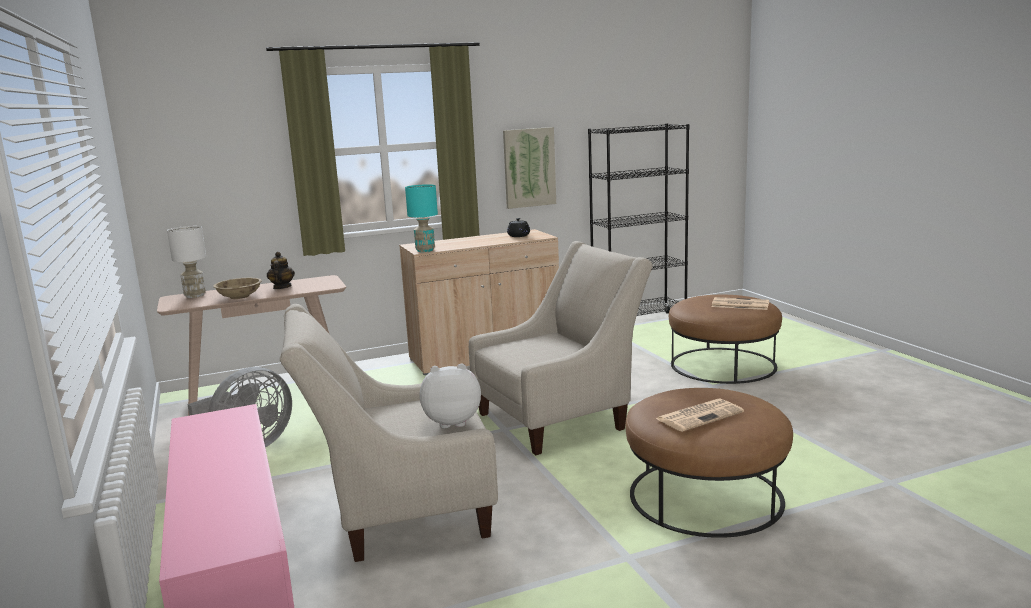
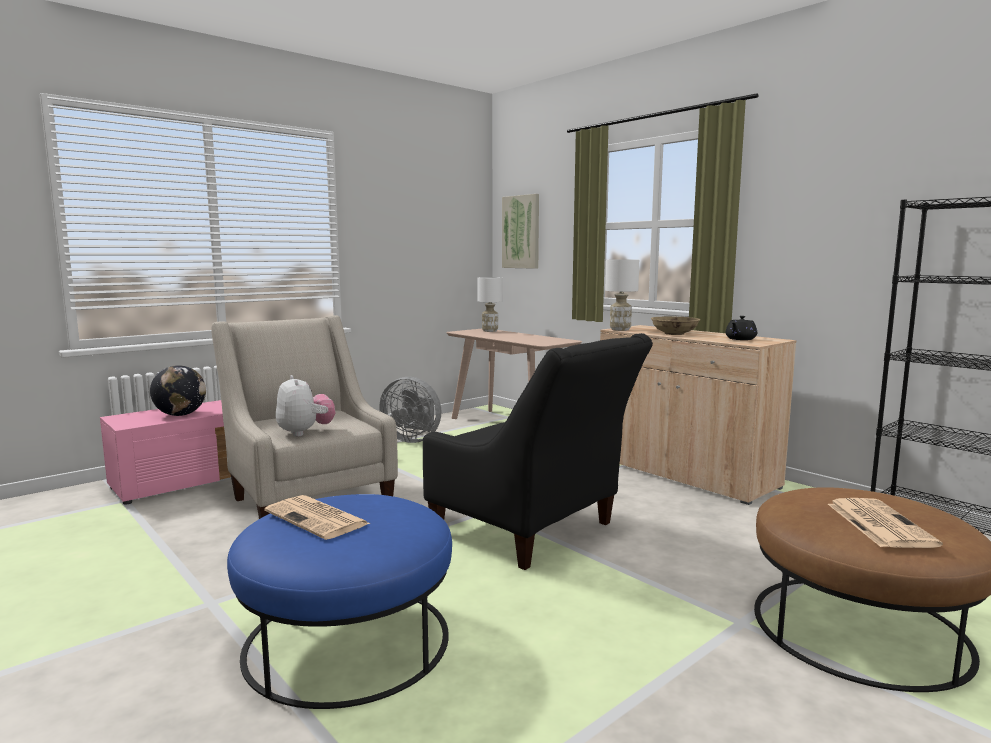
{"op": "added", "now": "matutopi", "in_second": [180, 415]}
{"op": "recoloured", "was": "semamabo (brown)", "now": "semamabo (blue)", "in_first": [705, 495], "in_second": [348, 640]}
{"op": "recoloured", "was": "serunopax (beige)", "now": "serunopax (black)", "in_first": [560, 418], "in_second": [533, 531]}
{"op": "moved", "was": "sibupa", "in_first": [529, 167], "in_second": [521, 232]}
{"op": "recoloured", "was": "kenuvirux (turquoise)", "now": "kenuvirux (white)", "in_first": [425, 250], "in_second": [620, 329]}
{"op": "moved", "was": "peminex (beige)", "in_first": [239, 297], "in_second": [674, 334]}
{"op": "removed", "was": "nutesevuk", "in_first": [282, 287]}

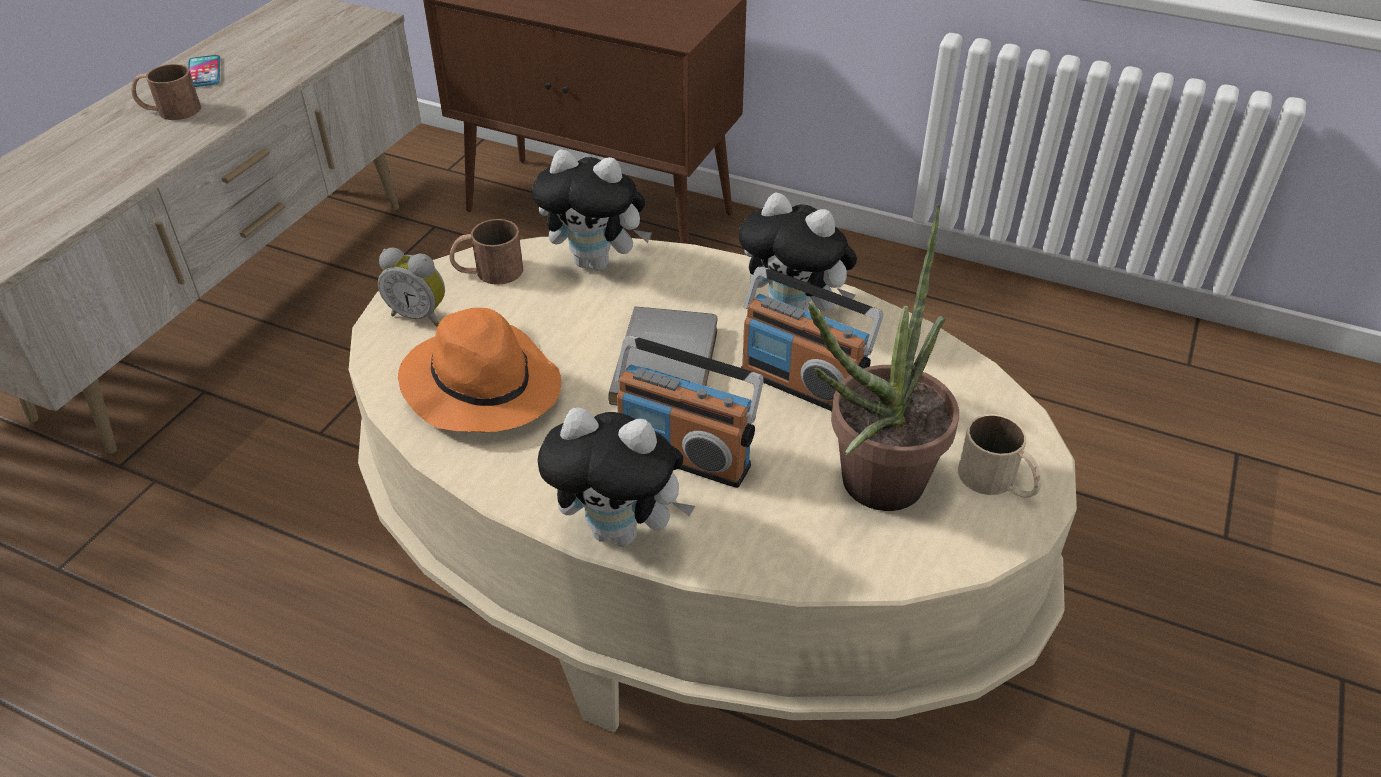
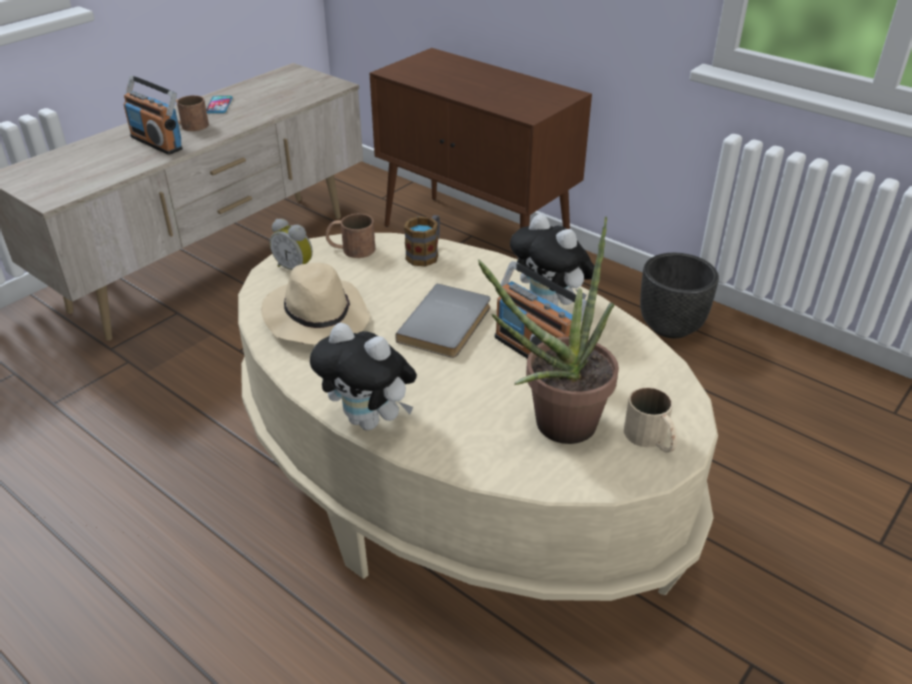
{"op": "moved", "was": "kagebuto", "in_first": [685, 455], "in_second": [157, 143]}
{"op": "recoloured", "was": "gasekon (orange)", "now": "gasekon (beige)", "in_first": [480, 386], "in_second": [316, 317]}
{"op": "replaced", "was": "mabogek", "now": "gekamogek", "in_first": [597, 262], "in_second": [426, 254]}
{"op": "added", "now": "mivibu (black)", "in_second": [670, 327]}

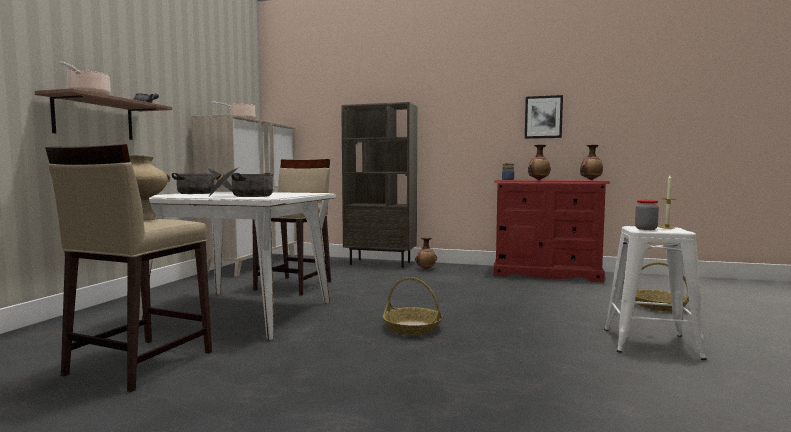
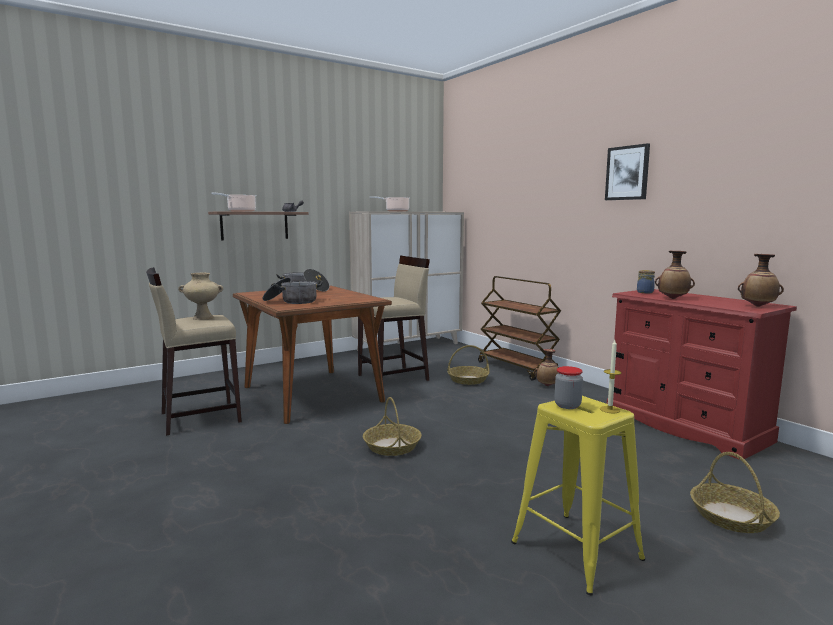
{"op": "recoloured", "was": "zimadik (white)", "now": "zimadik (brown)", "in_first": [239, 312], "in_second": [311, 394]}
{"op": "added", "now": "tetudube", "in_second": [468, 380]}
{"op": "replaced", "was": "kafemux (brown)", "now": "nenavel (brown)", "in_first": [381, 263], "in_second": [517, 368]}
{"op": "recoloured", "was": "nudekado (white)", "now": "nudekado (yellow)", "in_first": [650, 343], "in_second": [576, 551]}
{"op": "moved", "was": "sibupa", "in_first": [543, 117], "in_second": [627, 173]}

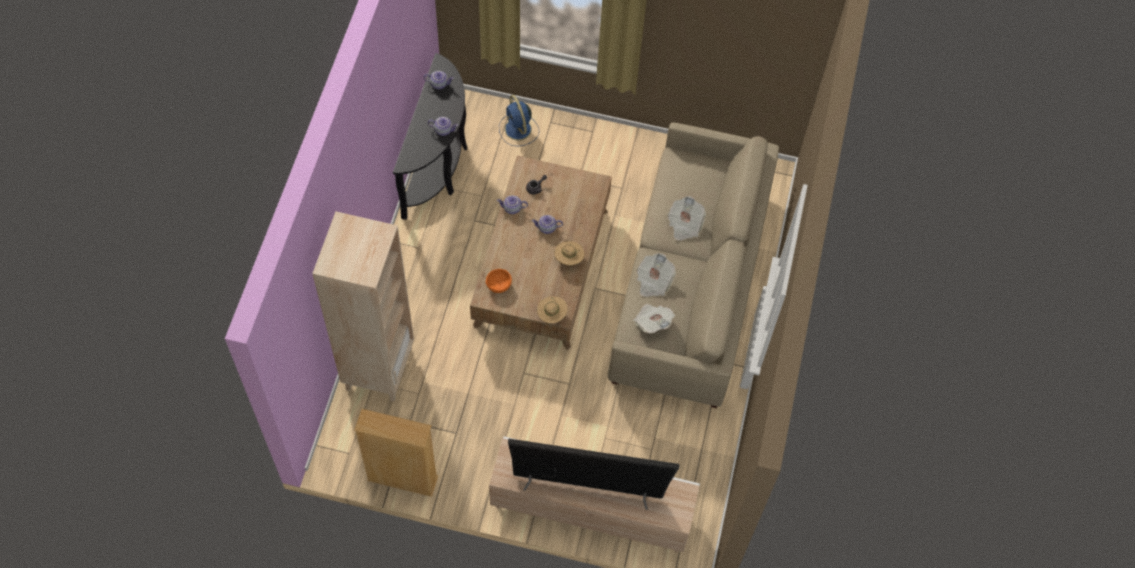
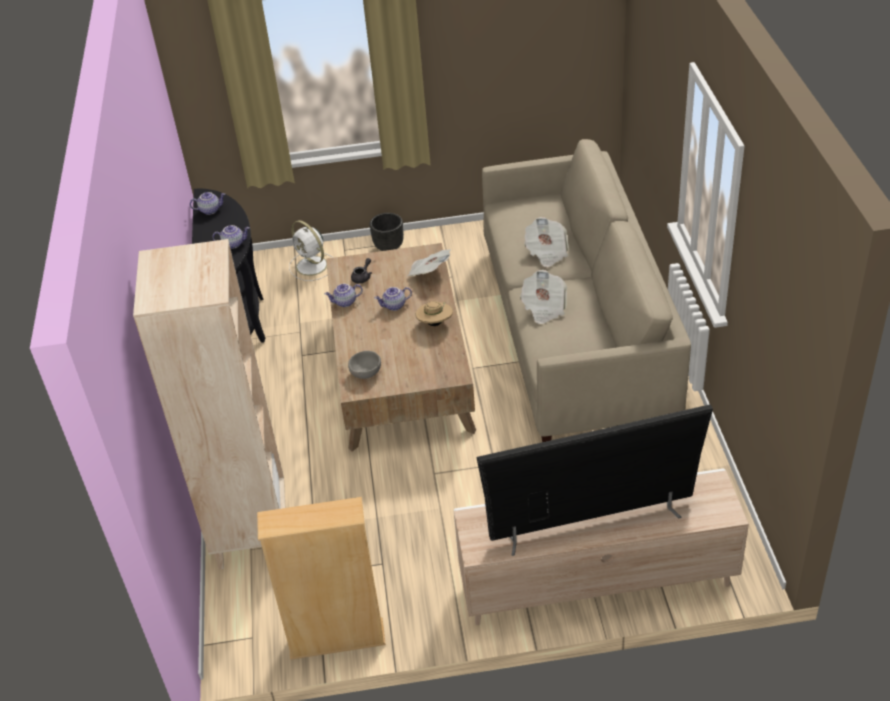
{"op": "recoloured", "was": "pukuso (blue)", "now": "pukuso (white)", "in_first": [518, 130], "in_second": [312, 266]}
{"op": "recoloured", "was": "peminex (orange)", "now": "peminex (grey)", "in_first": [499, 285], "in_second": [366, 373]}
{"op": "added", "now": "mivibu (black)", "in_second": [389, 247]}
{"op": "moved", "was": "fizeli", "in_first": [652, 322], "in_second": [429, 272]}
{"op": "removed", "was": "gasekon (beige)", "in_first": [551, 315]}

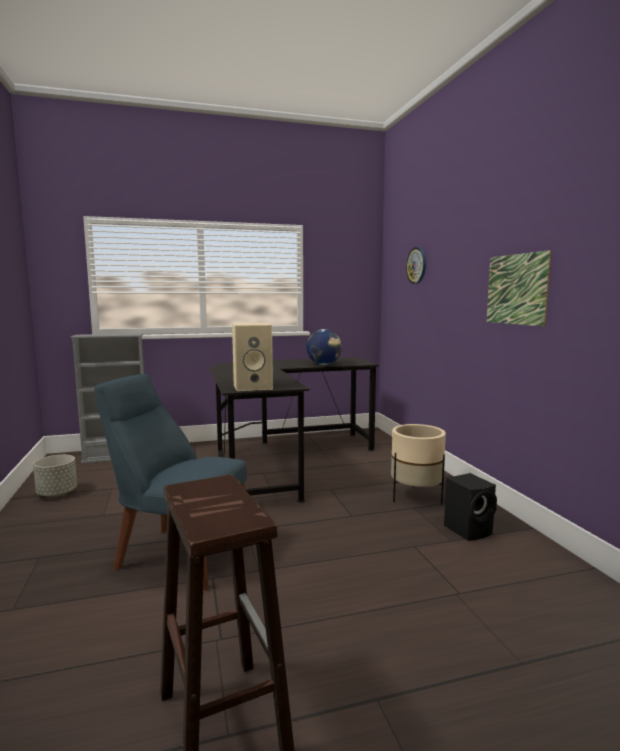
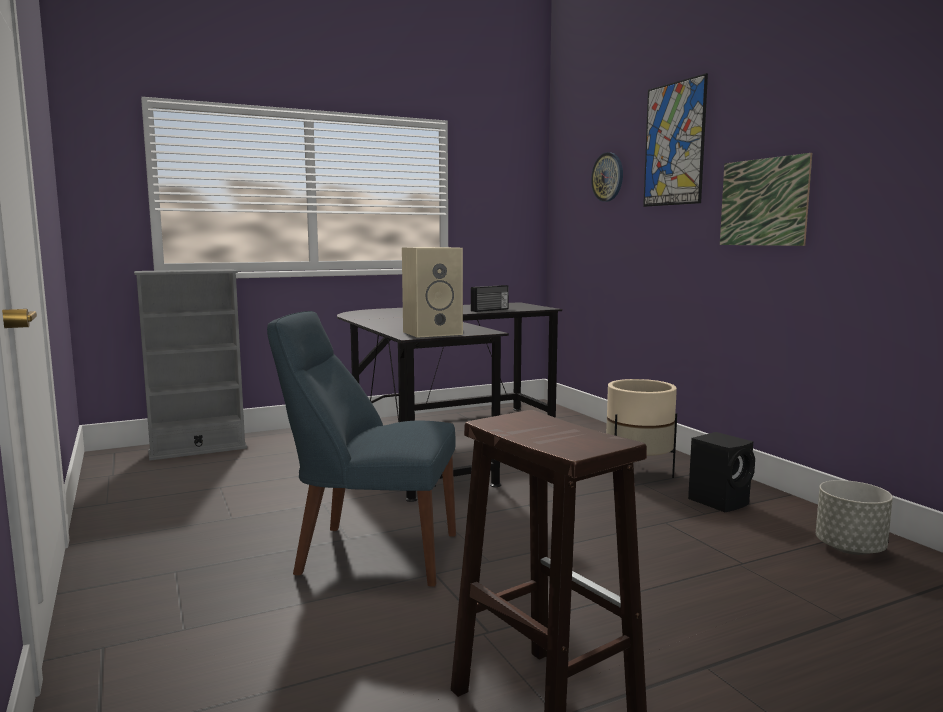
{"op": "replaced", "was": "matutopi", "now": "kagebuto", "in_first": [324, 364], "in_second": [490, 310]}
{"op": "added", "now": "sibupa", "in_second": [674, 144]}
{"op": "moved", "was": "mivibu (grey)", "in_first": [57, 493], "in_second": [849, 548]}

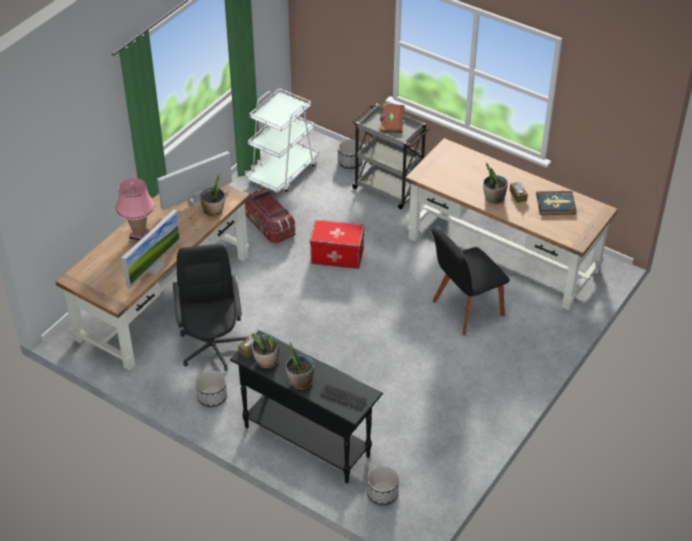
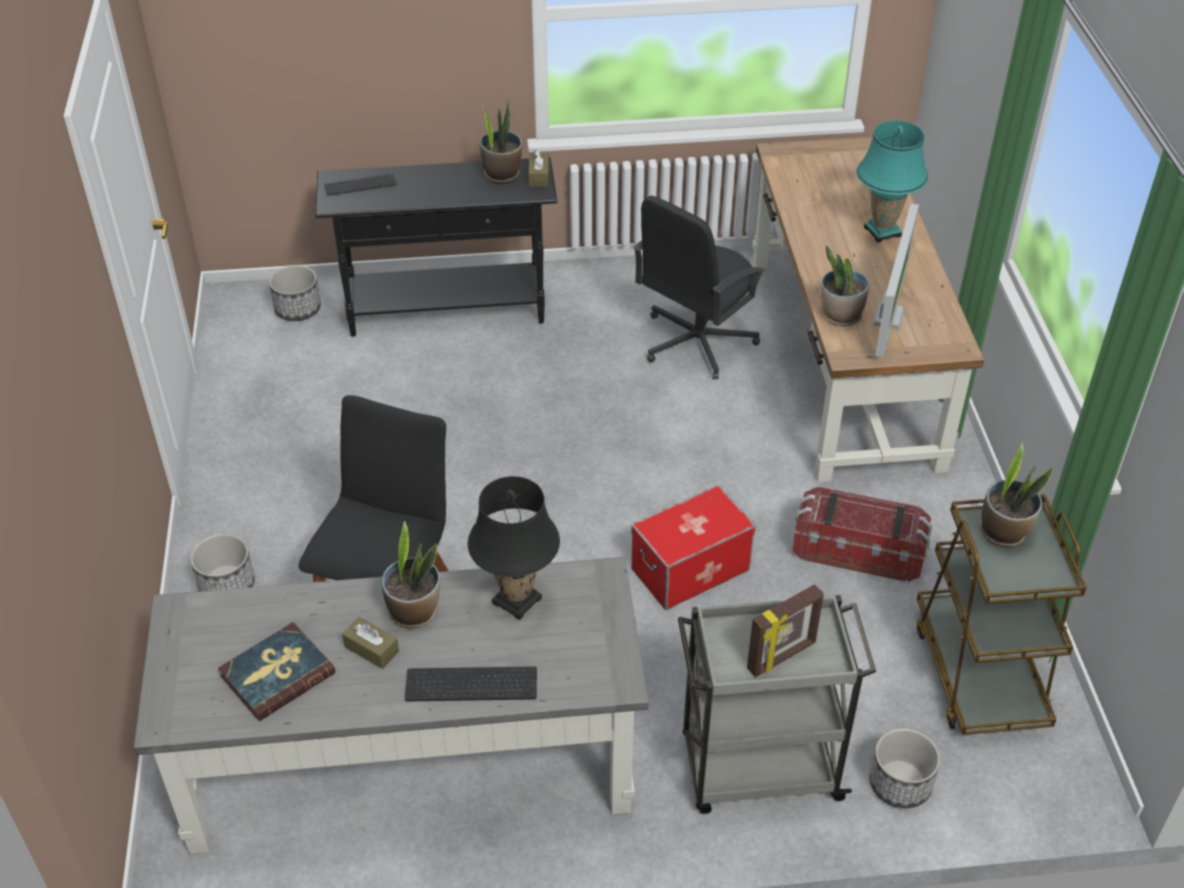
{"op": "recoloured", "was": "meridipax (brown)", "now": "meridipax (grey)", "in_first": [504, 253], "in_second": [408, 764]}
{"op": "moved", "was": "mivibu", "in_first": [212, 397], "in_second": [226, 584]}
{"op": "added", "now": "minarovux", "in_second": [470, 686]}
{"op": "added", "now": "kenuvirux (black)", "in_second": [516, 600]}
{"op": "turned", "was": "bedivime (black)", "in_first": [212, 345], "in_second": [696, 342], "clockwise": 90}
{"op": "replaced", "was": "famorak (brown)", "now": "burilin", "in_first": [391, 124], "in_second": [782, 657]}
{"op": "recoloured", "was": "kenuvirux (pink)", "now": "kenuvirux (turquoise)", "in_first": [139, 235], "in_second": [882, 232]}
{"op": "recoloured", "was": "nenavel (white)", "now": "nenavel (brown)", "in_first": [283, 172], "in_second": [979, 672]}
{"op": "moved", "was": "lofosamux", "in_first": [300, 381], "in_second": [1003, 532]}
{"op": "removed", "was": "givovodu", "in_first": [154, 267]}

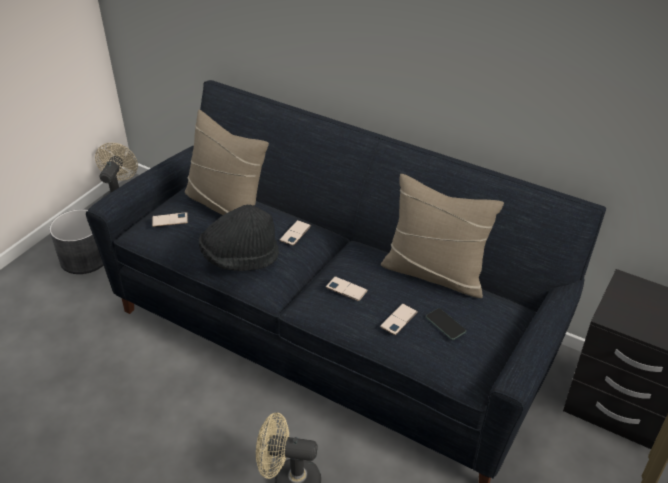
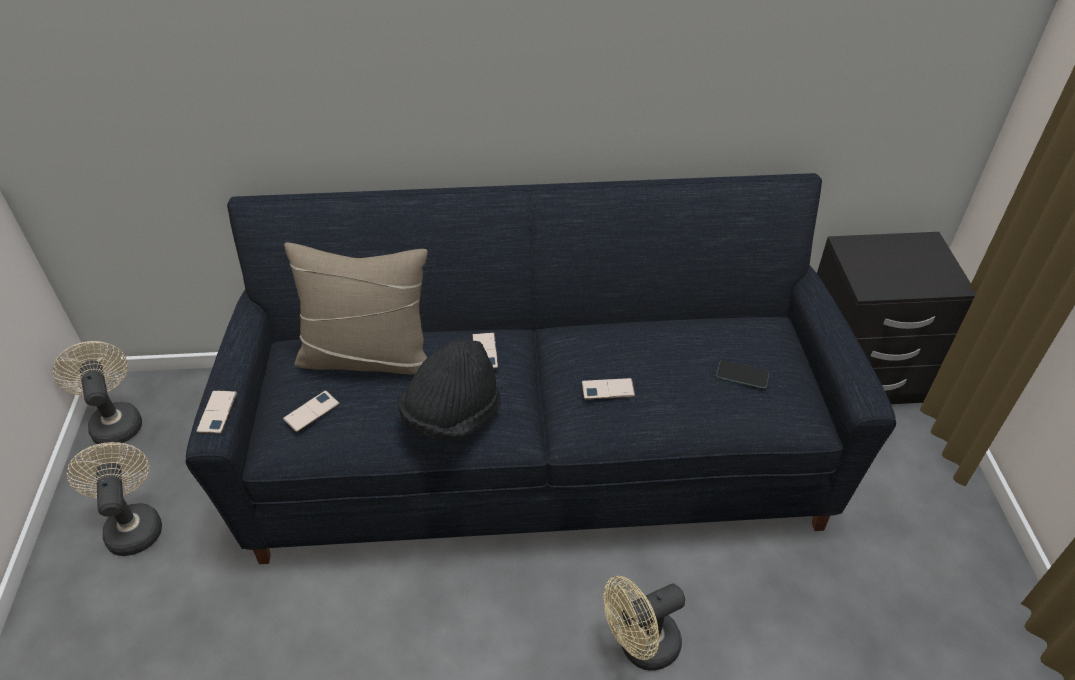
{"op": "replaced", "was": "mivibu (grey)", "now": "pukuso (beige)", "in_first": [84, 258], "in_second": [133, 524]}
{"op": "moved", "was": "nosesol", "in_first": [398, 319], "in_second": [217, 412]}
{"op": "removed", "was": "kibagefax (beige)", "in_first": [435, 273]}

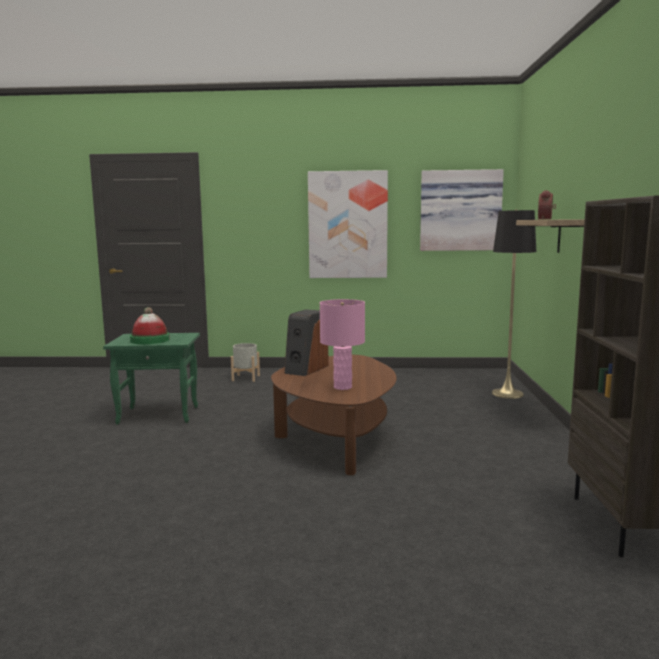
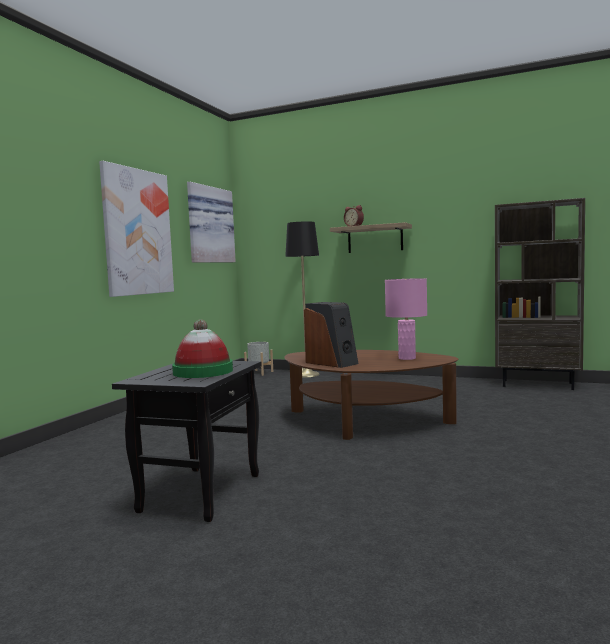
{"op": "recoloured", "was": "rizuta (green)", "now": "rizuta (black)", "in_first": [160, 415], "in_second": [200, 492]}
{"op": "moved", "was": "mivibu (grey)", "in_first": [245, 378], "in_second": [259, 373]}

